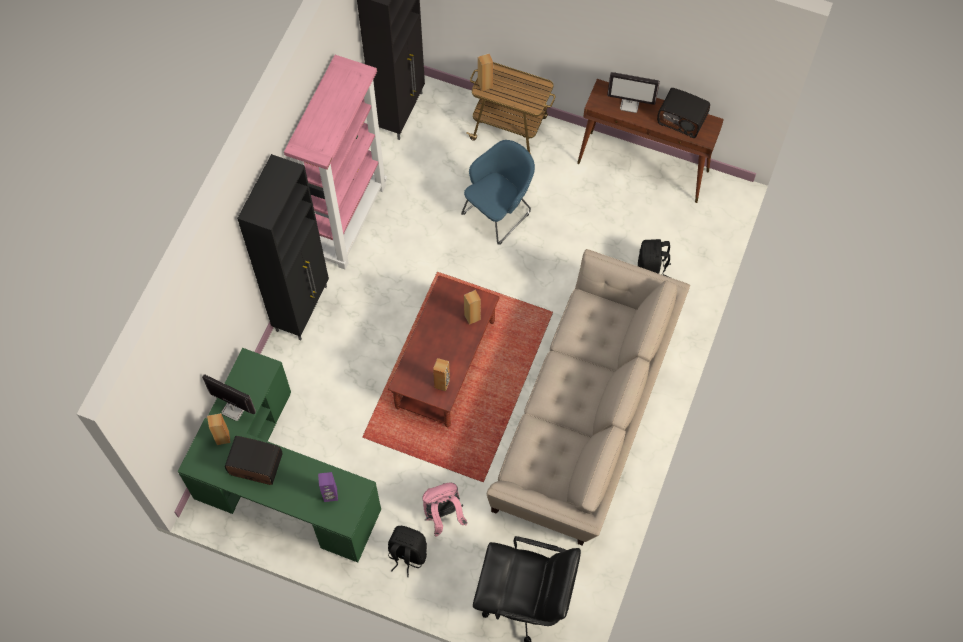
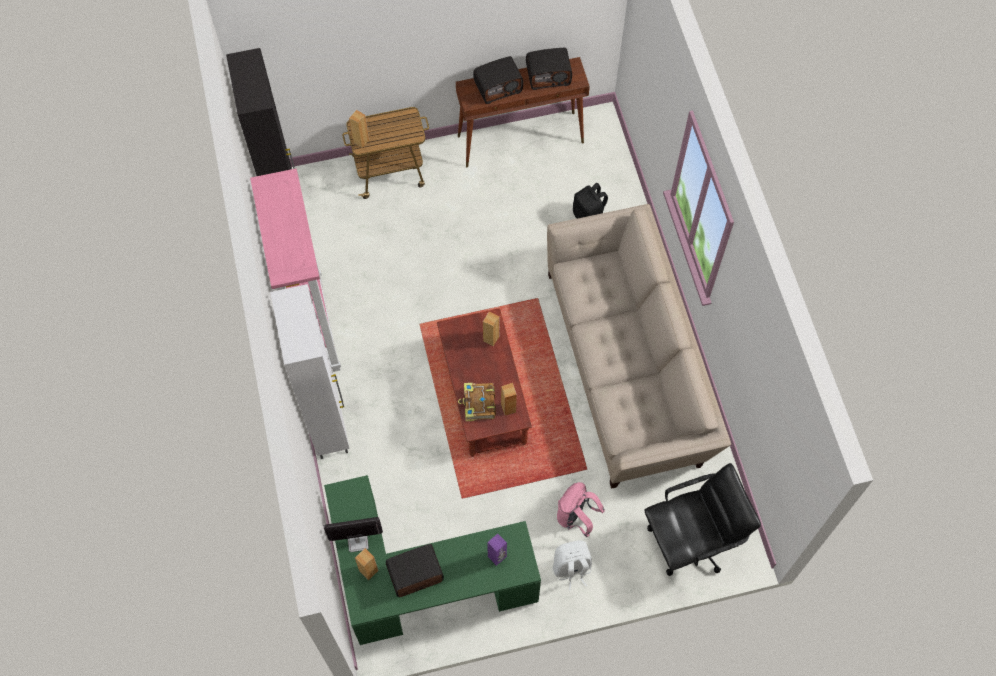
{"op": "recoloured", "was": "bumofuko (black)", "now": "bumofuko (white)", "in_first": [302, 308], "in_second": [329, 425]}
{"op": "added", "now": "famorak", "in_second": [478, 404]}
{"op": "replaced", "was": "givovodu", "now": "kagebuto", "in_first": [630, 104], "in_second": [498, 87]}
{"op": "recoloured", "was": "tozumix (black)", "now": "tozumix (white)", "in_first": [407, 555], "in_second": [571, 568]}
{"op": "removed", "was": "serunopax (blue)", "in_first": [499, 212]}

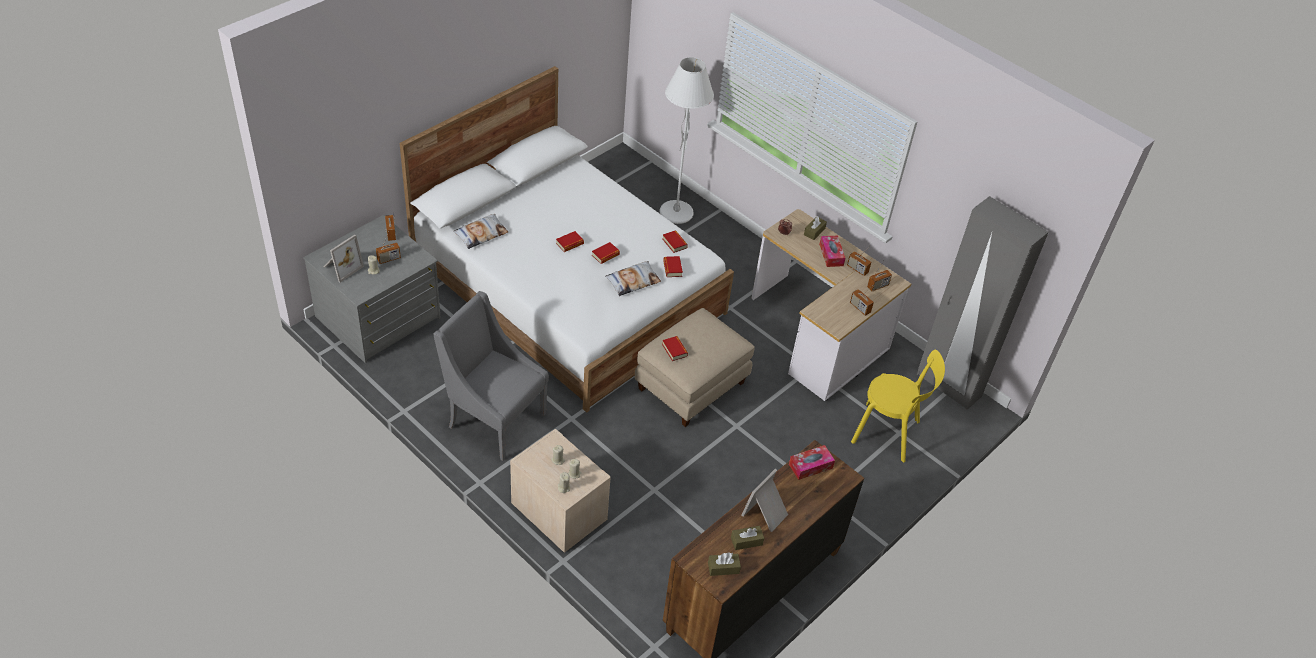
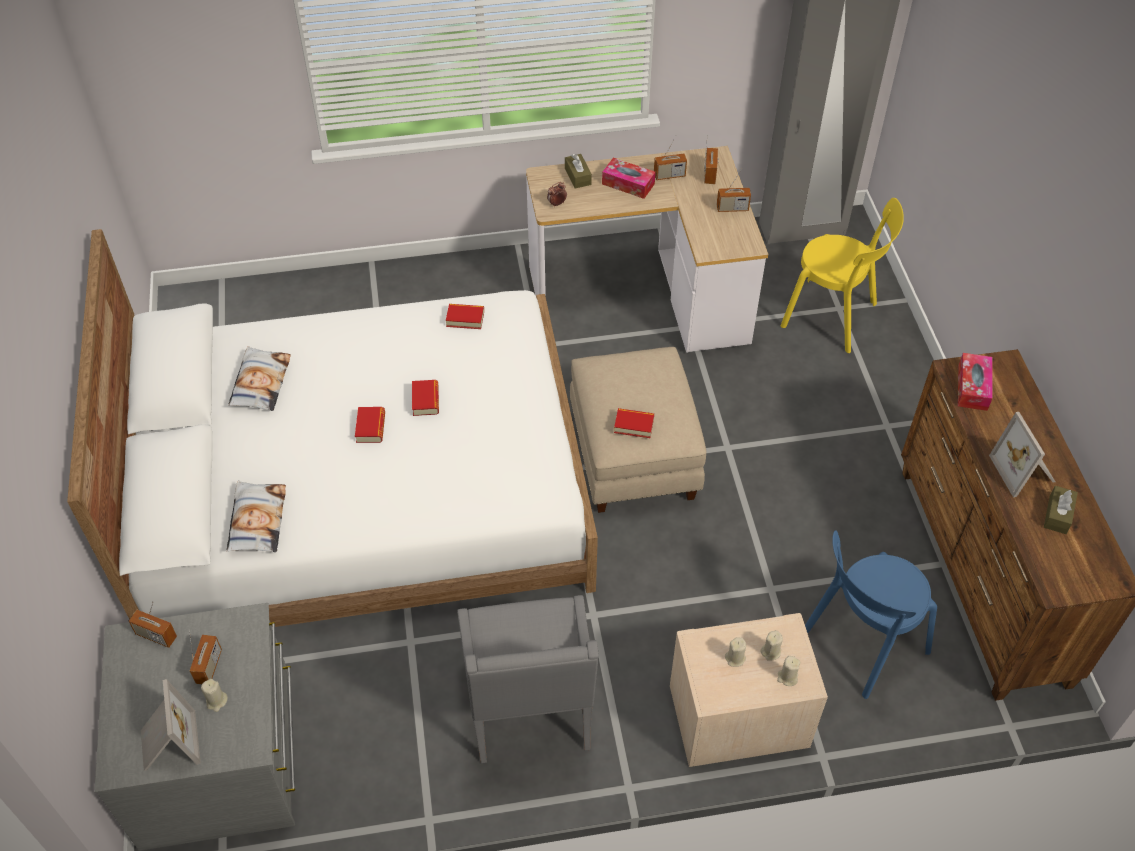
{"op": "moved", "was": "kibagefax", "in_first": [633, 281], "in_second": [260, 383]}
{"op": "turned", "was": "serunopax (grey)", "in_first": [494, 420], "in_second": [530, 709], "clockwise": -75}
{"op": "turned", "was": "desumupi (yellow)", "in_first": [889, 433], "in_second": [833, 317], "clockwise": 60}
{"op": "added", "now": "desumupi (blue)", "in_second": [861, 644]}
{"op": "removed", "was": "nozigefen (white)", "in_first": [676, 213]}
{"op": "removed", "was": "famorak", "in_first": [672, 268]}
{"op": "removed", "was": "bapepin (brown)", "in_first": [723, 568]}

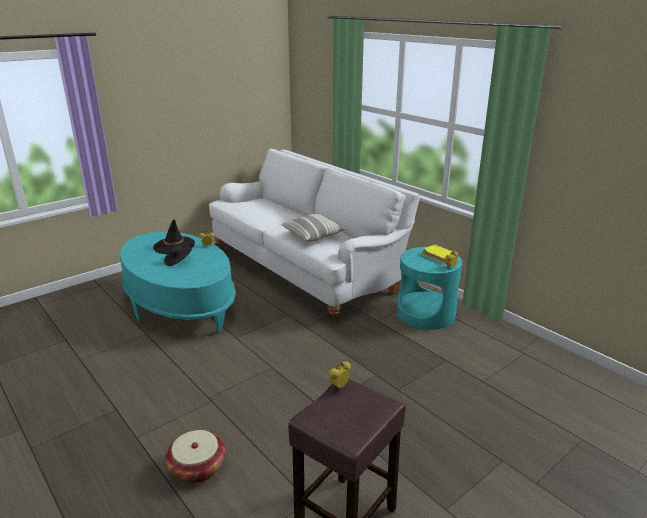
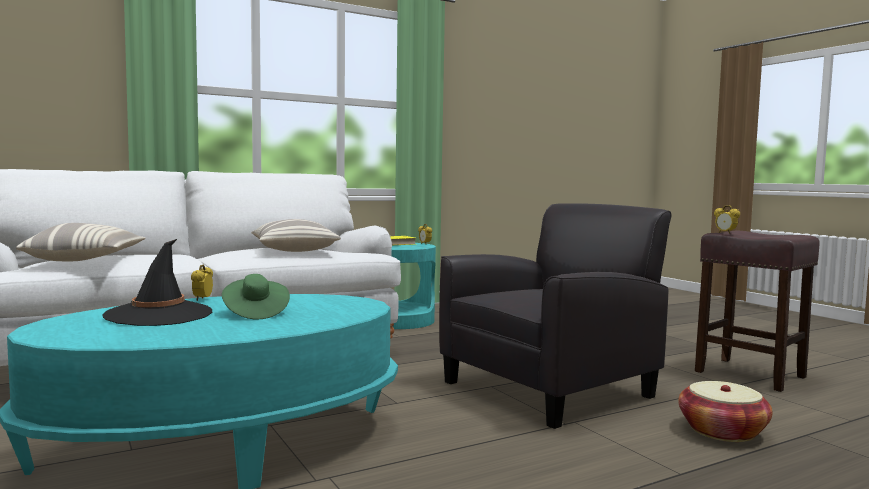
{"op": "added", "now": "kibagefax", "in_second": [85, 260]}
{"op": "recoloured", "was": "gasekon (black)", "now": "gasekon (green)", "in_first": [178, 261], "in_second": [255, 313]}
{"op": "added", "now": "serunopax (black)", "in_second": [549, 389]}

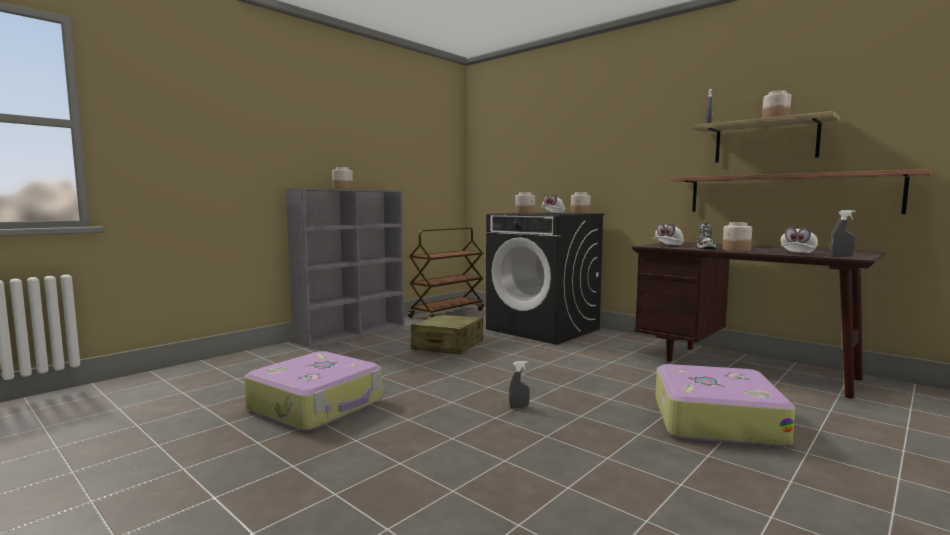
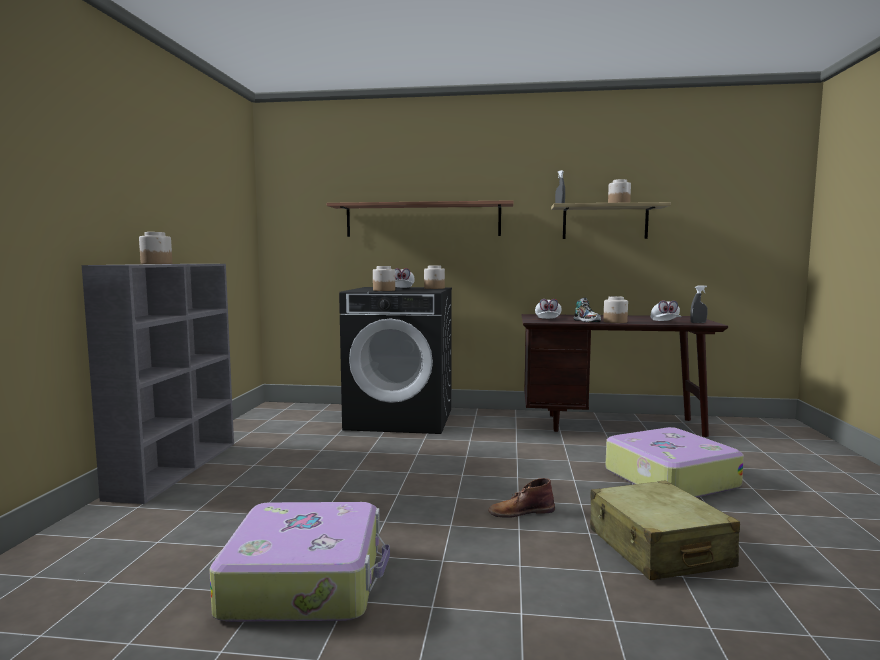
{"op": "moved", "was": "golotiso", "in_first": [788, 194], "in_second": [422, 220]}
{"op": "replaced", "was": "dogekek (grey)", "now": "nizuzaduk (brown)", "in_first": [519, 407], "in_second": [521, 511]}
{"op": "moved", "was": "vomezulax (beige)", "in_first": [448, 346], "in_second": [658, 548]}
{"op": "removed", "was": "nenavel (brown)", "in_first": [447, 313]}

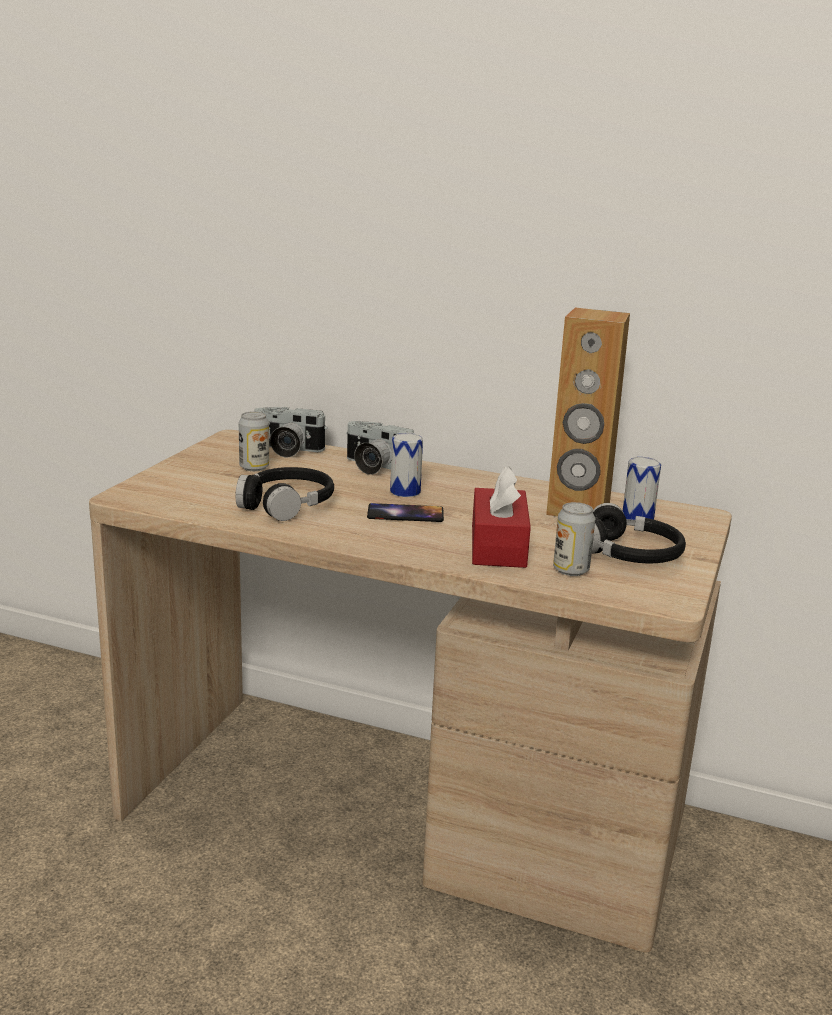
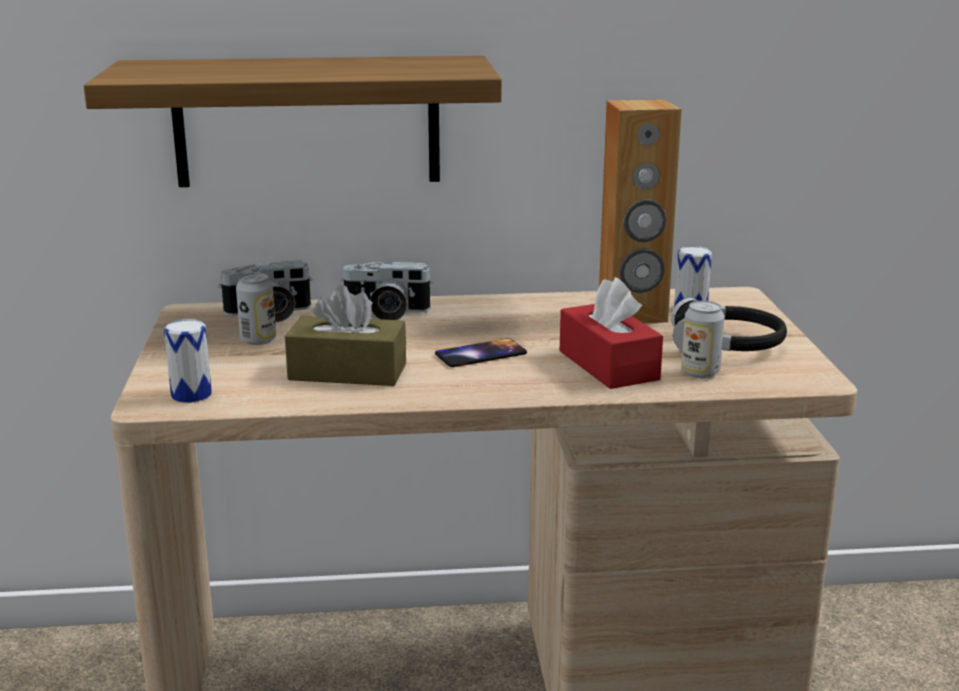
{"op": "added", "now": "golotiso", "in_second": [307, 121]}
{"op": "moved", "was": "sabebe", "in_first": [405, 491], "in_second": [191, 395]}
{"op": "replaced", "was": "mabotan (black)", "now": "bapepin (brown)", "in_first": [286, 504], "in_second": [347, 372]}

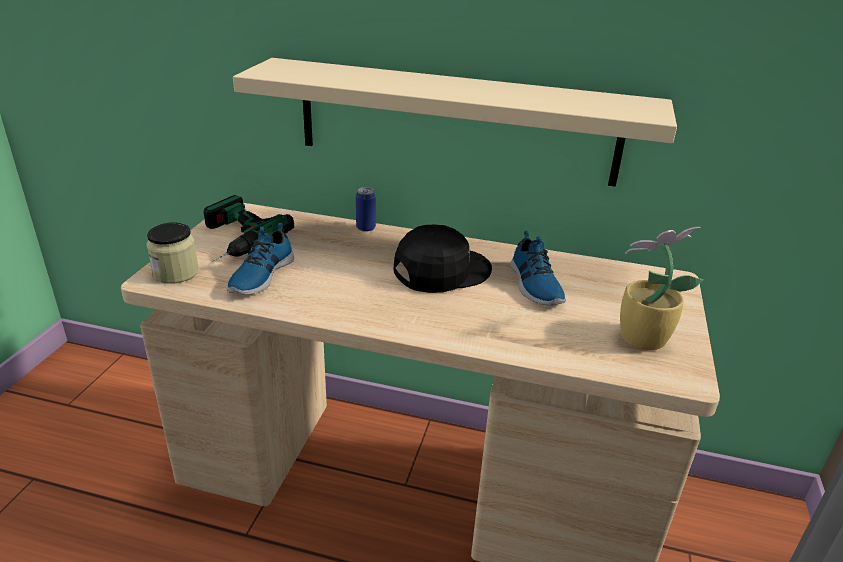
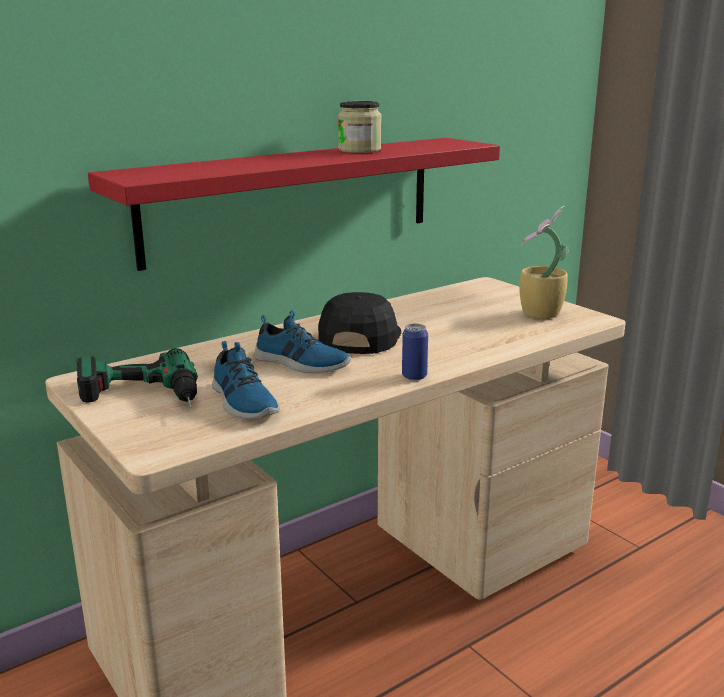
{"op": "recoloured", "was": "golotiso (beige)", "now": "golotiso (red)", "in_first": [456, 122], "in_second": [293, 198]}
{"op": "moved", "was": "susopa", "in_first": [534, 285], "in_second": [301, 363]}
{"op": "moved", "was": "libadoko", "in_first": [176, 273], "in_second": [359, 150]}
{"op": "moved", "was": "sabebe", "in_first": [366, 228], "in_second": [414, 376]}

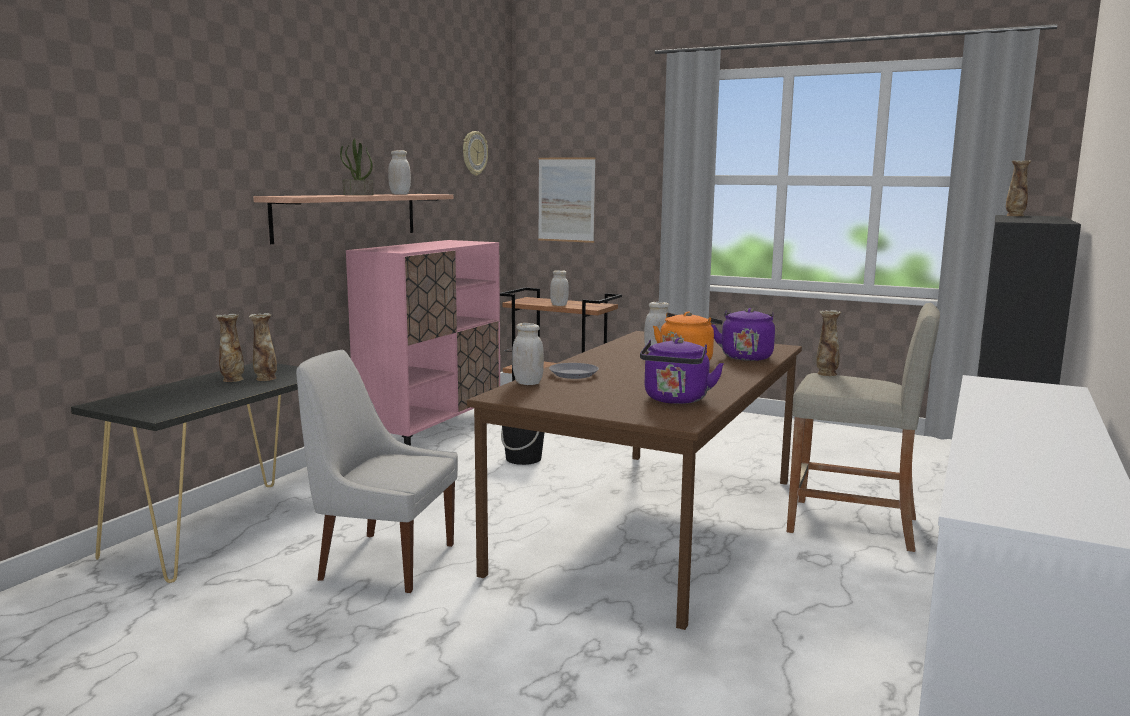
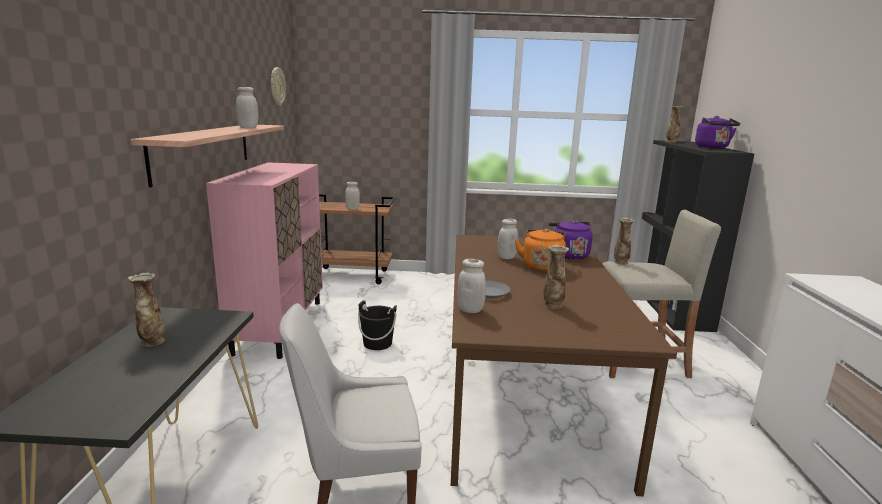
{"op": "moved", "was": "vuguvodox", "in_first": [265, 379], "in_second": [552, 305]}
{"op": "moved", "was": "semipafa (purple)", "in_first": [675, 400], "in_second": [713, 147]}
{"op": "removed", "was": "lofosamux", "in_first": [358, 195]}
{"op": "removed", "was": "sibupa", "in_first": [566, 199]}

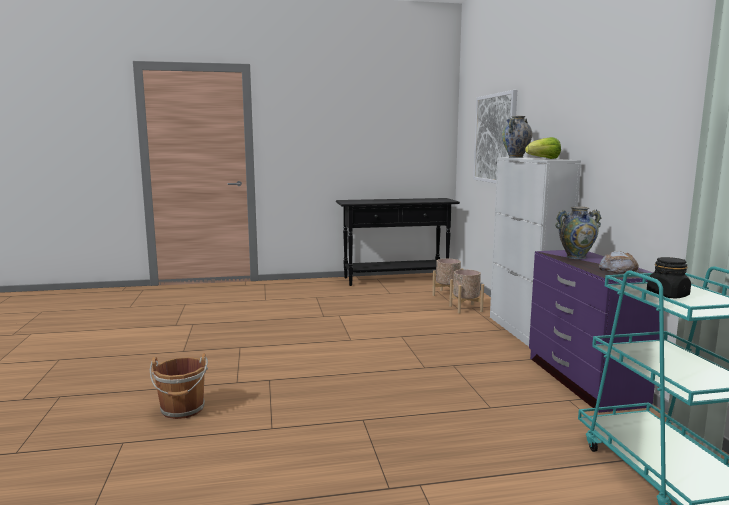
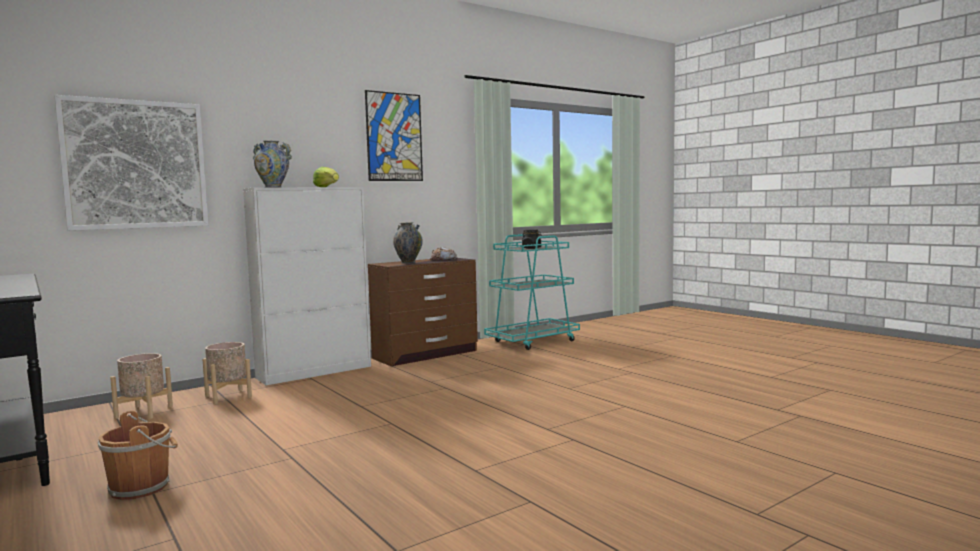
{"op": "moved", "was": "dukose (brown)", "in_first": [183, 410], "in_second": [142, 487]}
{"op": "added", "now": "sibupa", "in_second": [394, 137]}
{"op": "recoloured", "was": "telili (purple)", "now": "telili (brown)", "in_first": [583, 381], "in_second": [426, 354]}

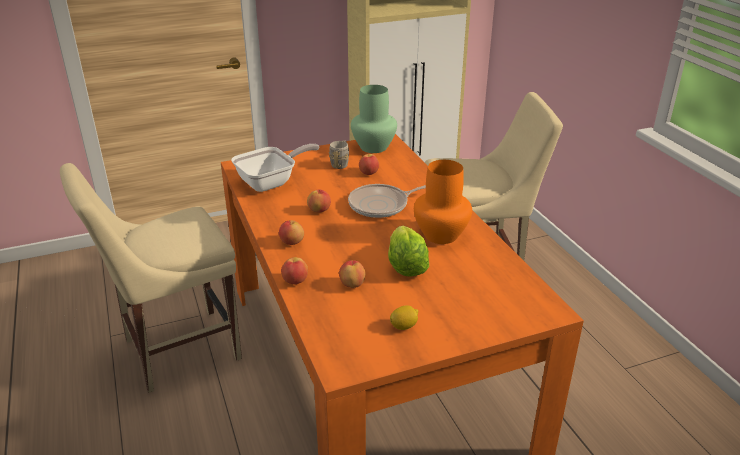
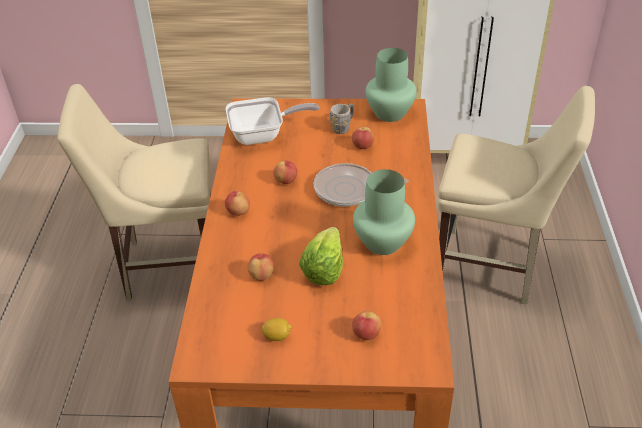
{"op": "moved", "was": "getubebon", "in_first": [295, 281], "in_second": [366, 334]}
{"op": "recoloured", "was": "vuguvodox (orange)", "now": "vuguvodox (green)", "in_first": [440, 235], "in_second": [381, 242]}

